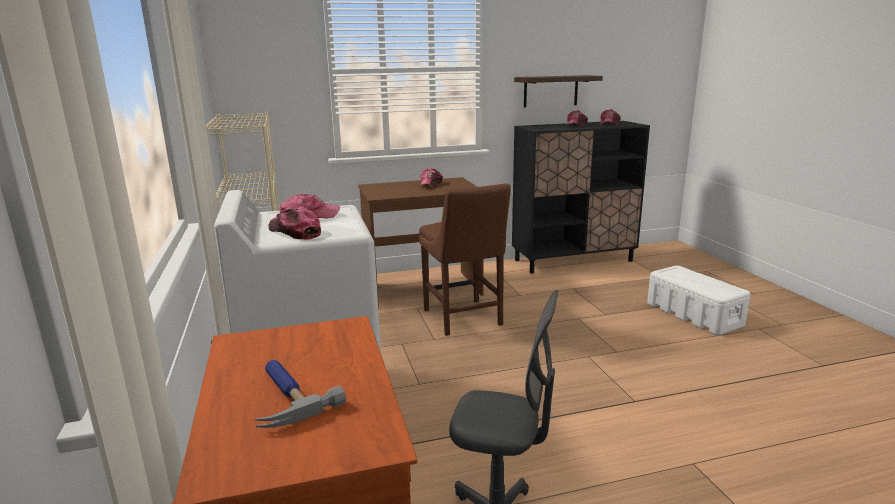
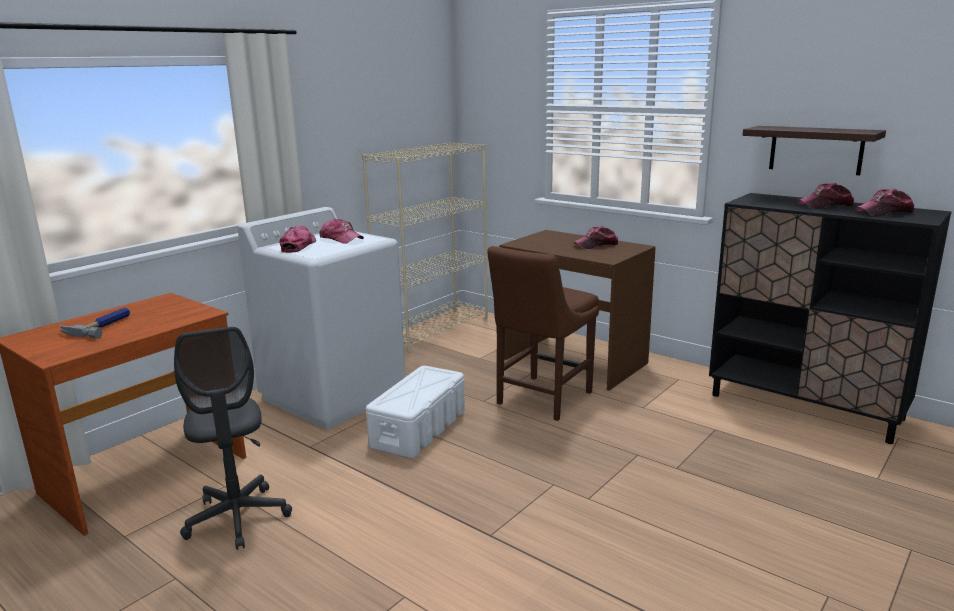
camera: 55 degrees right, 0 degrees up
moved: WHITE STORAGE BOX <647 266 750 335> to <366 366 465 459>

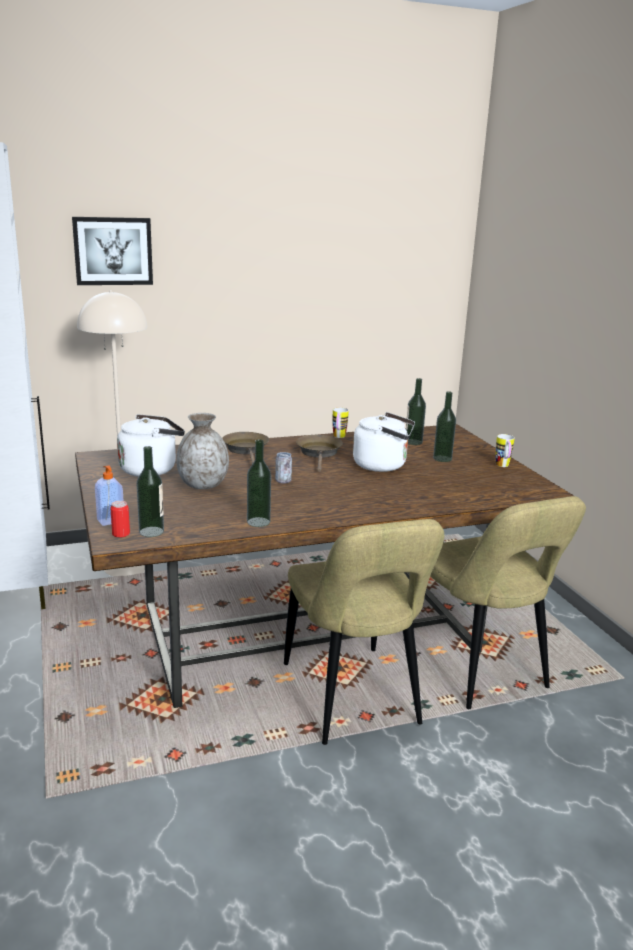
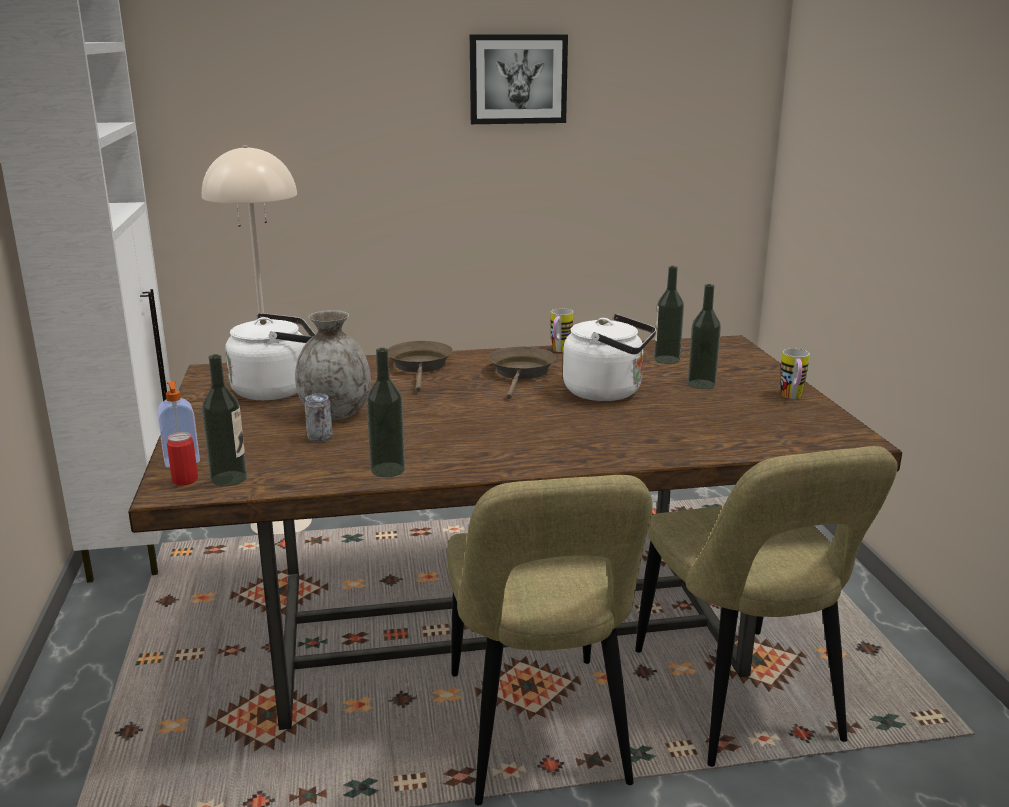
camera: 10 degrees right, 0 degrees up
moved: PICTURE <72 217 153 285> to <470 34 568 124>; CAN <275 452 292 483> to <305 394 333 442>

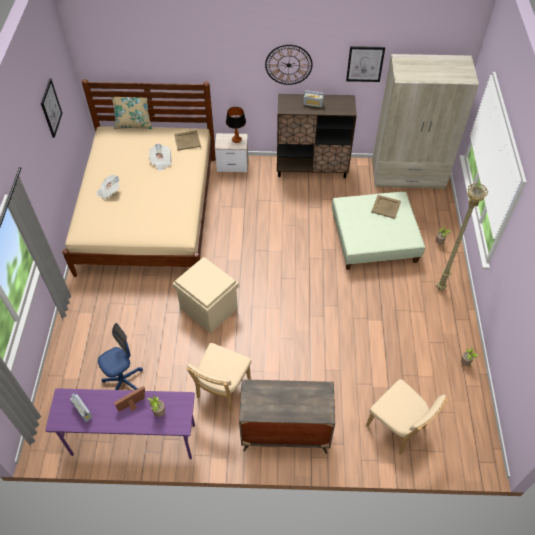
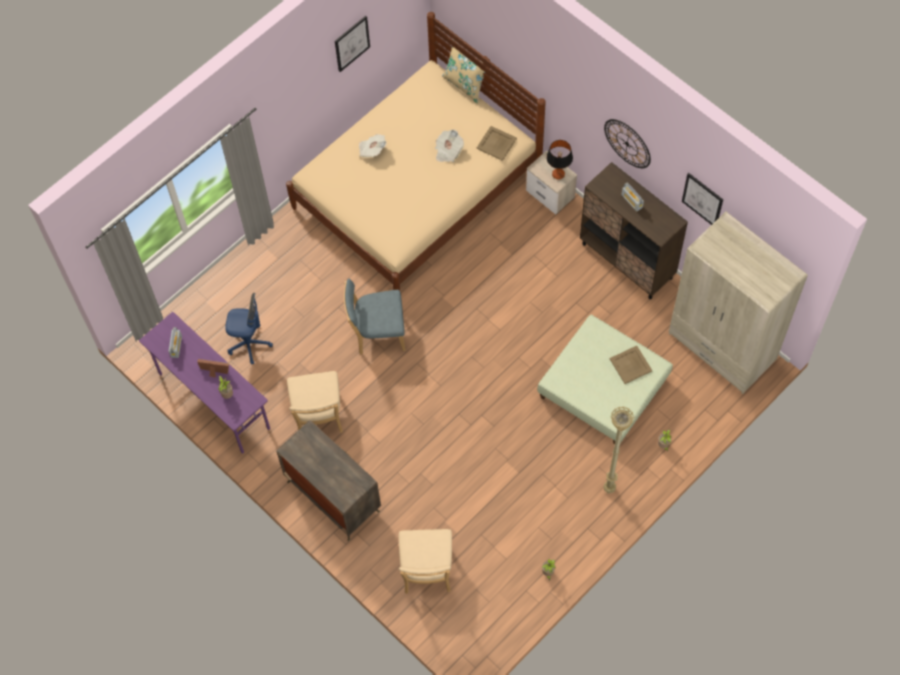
camera: 45 degrees right, 10 degrees up
replaced: BEIGE STORAGE BOX <173 257 239 333> to BLUE CHAIR <344 278 406 355>
turned: BEIGE CHAIR <186 343 251 412> = <287 371 343 433> 75 degrees counterclockwise

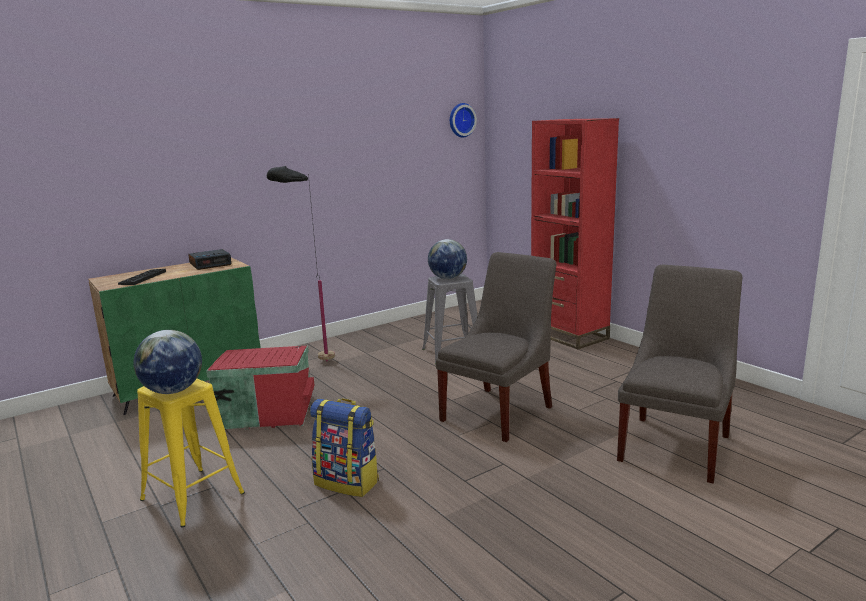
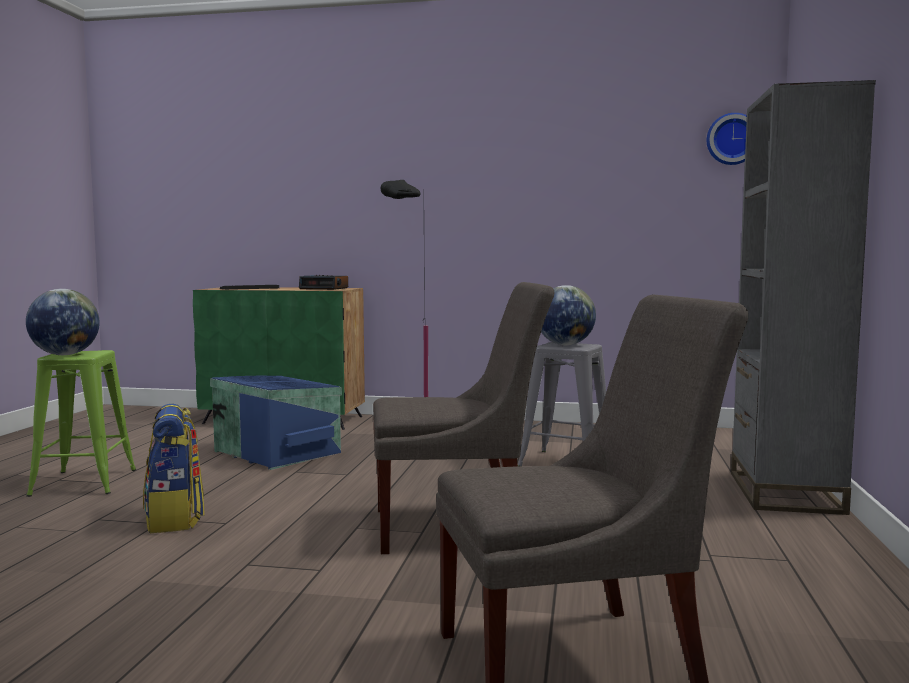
camera: 45 degrees right, 10 degrees down
recoloured: RED BOOKCASE <531 118 619 349> to GREY BOOKCASE <731 80 876 515>; RED STORAGE BOX <206 346 314 429> to BLUE STORAGE BOX <210 376 342 470>; YELLOW STOOL <137 379 245 527> to GREEN STOOL <26 350 136 497>

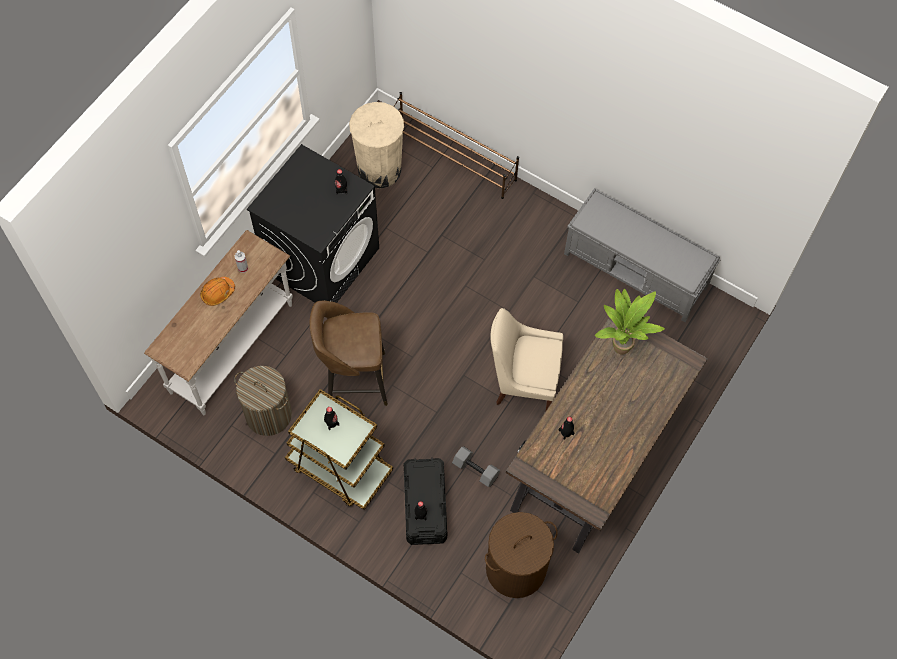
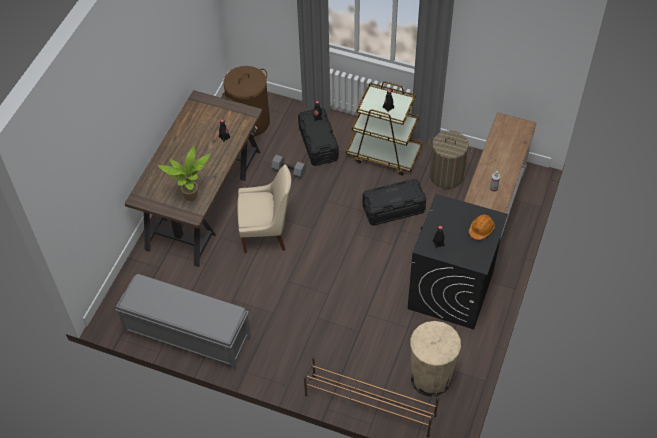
camera: 170 degrees right, 10 degrees down
moved: ORANGE HARD HAT <200 277 235 306> to <469 215 495 240>
replaced: BROWN STOOL <310 301 388 406> to BLACK STORAGE BOX <362 179 426 226>

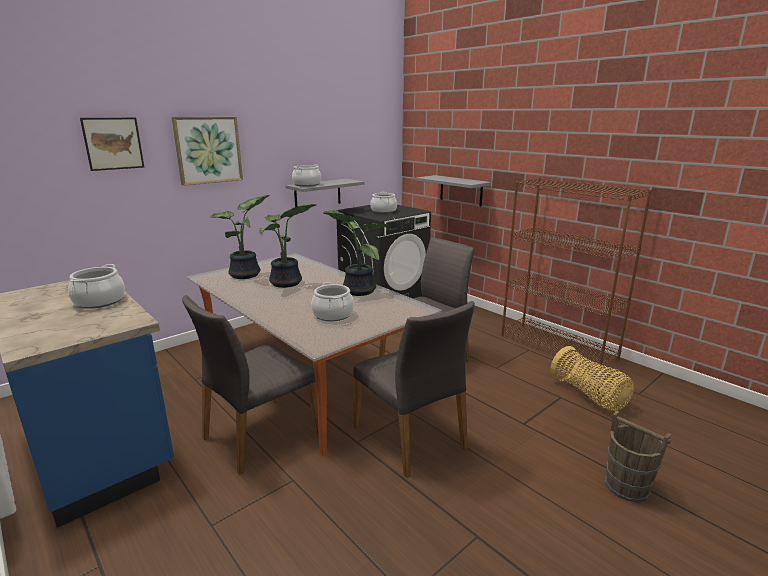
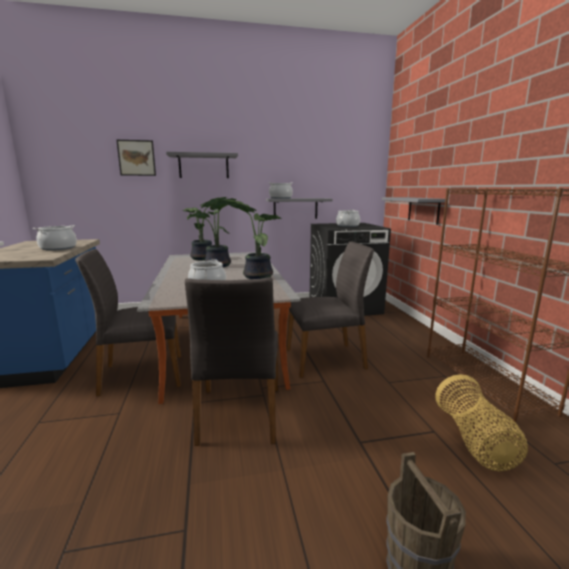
camera: 30 degrees right, 5 degrees down
replaced: PICTURE <172 117 243 186> to GREY SHELF <166 152 238 178>

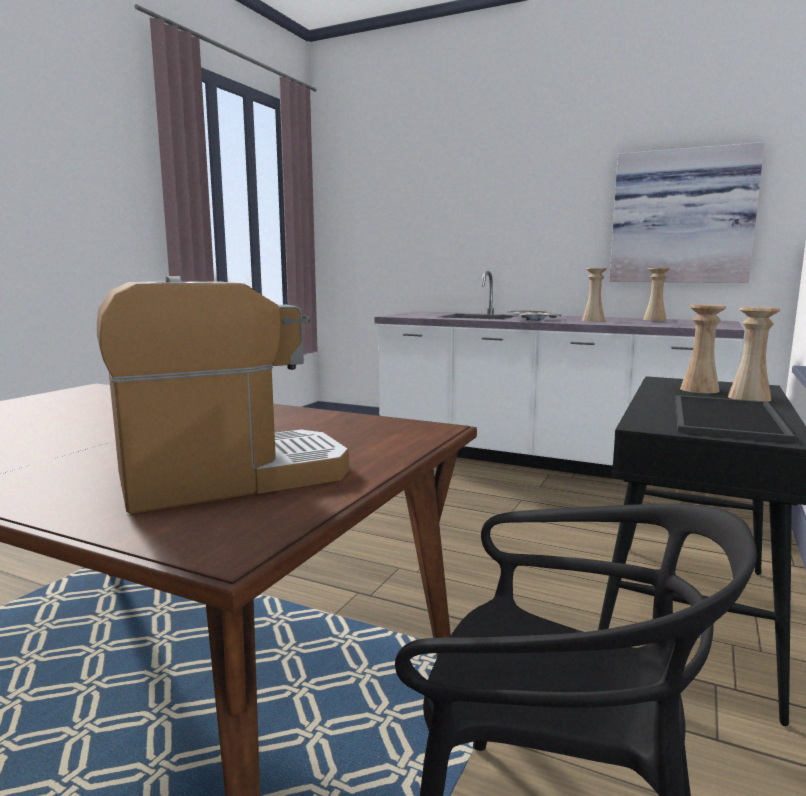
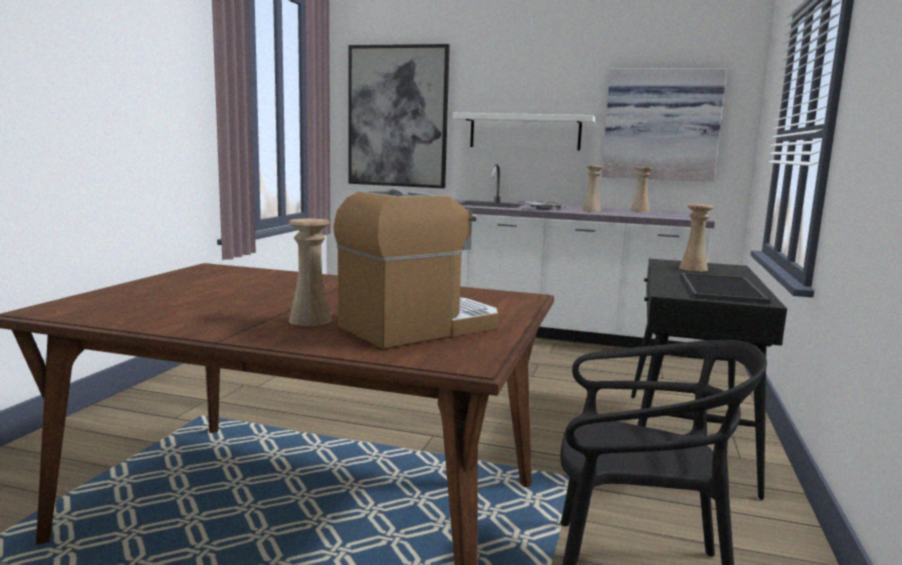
camera: 10 degrees left, 0 degrees up
added: PICTURE <349 44 450 188>; WHITE SHELF <453 113 595 150>
moved: BEIGE VASE <728 307 780 402> to <289 219 332 326>

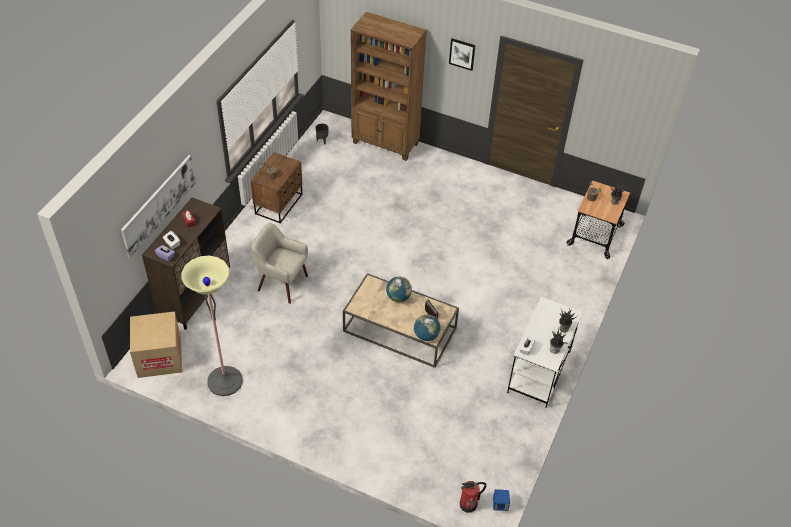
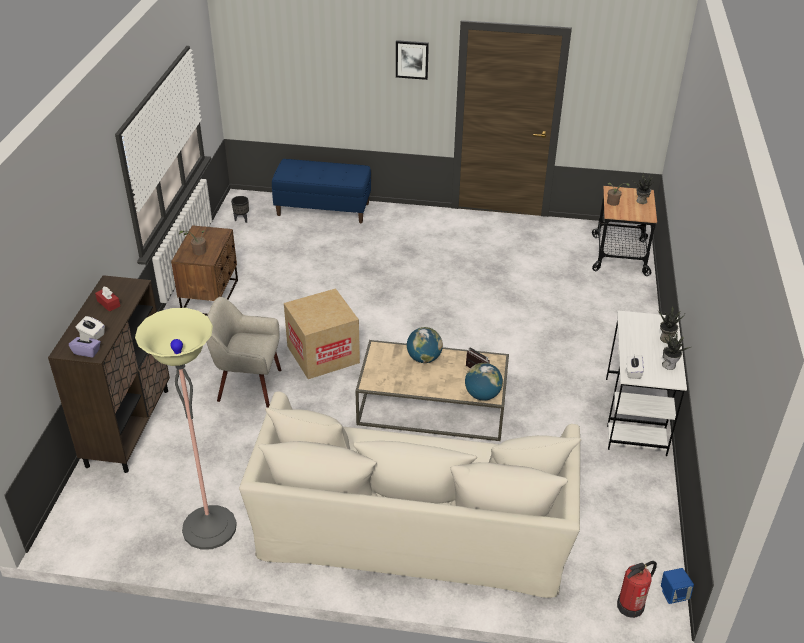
camera: 15 degrees left, 10 degrees down
removed: PICTURE <121 155 196 258>
added: BEIGE SOFA <239 392 581 598>
moved: CARDBOARD BOX <130 311 182 378> to <284 288 360 379>
replaced: BROWN BOOKCASE <351 12 427 161> to BLUE BENCH <272 159 371 223>

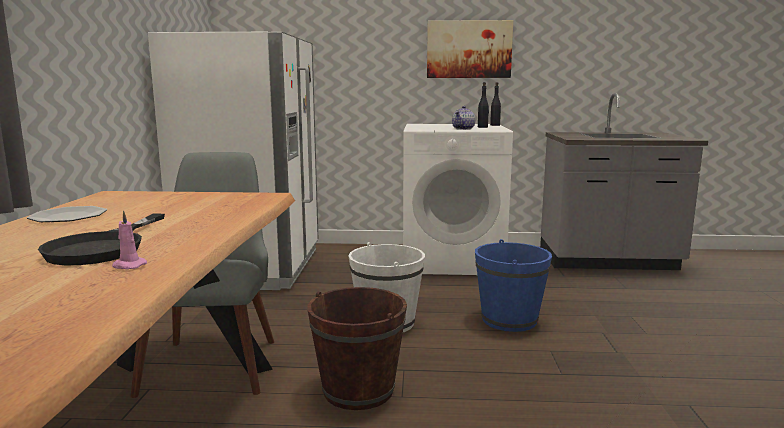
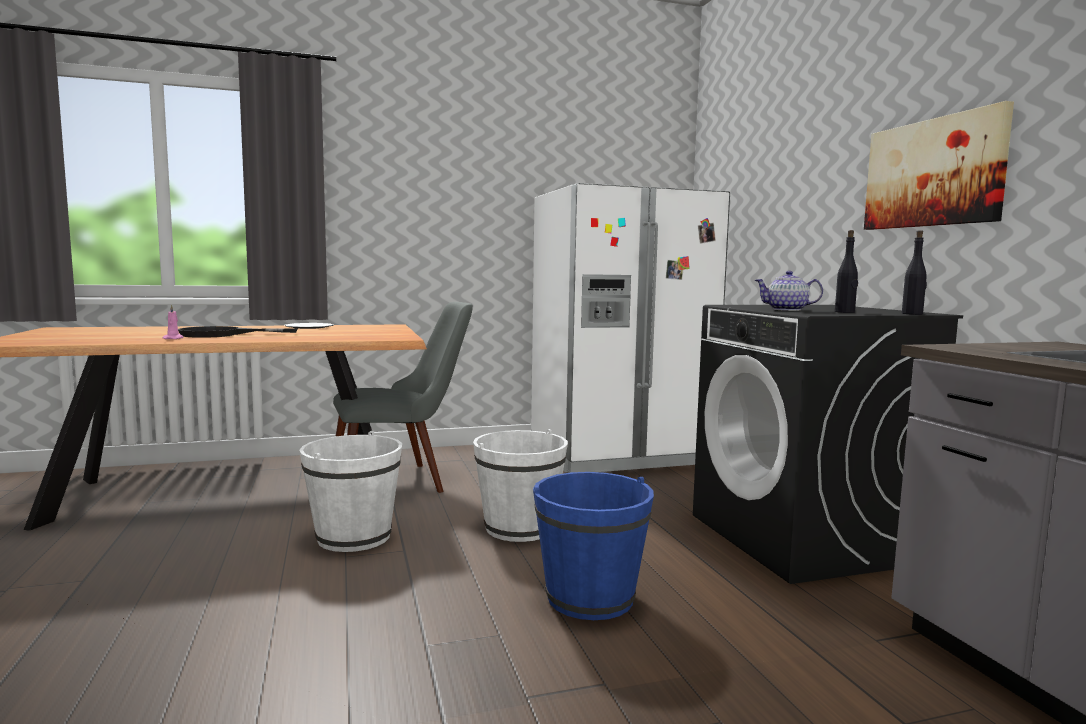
camera: 70 degrees right, 5 degrees down
recoloured: WHITE WASHING MACHINE <403 124 513 275> to BLACK WASHING MACHINE <693 305 963 584>; BROWN BUCKET <308 287 407 410> to WHITE BUCKET <299 431 402 552>

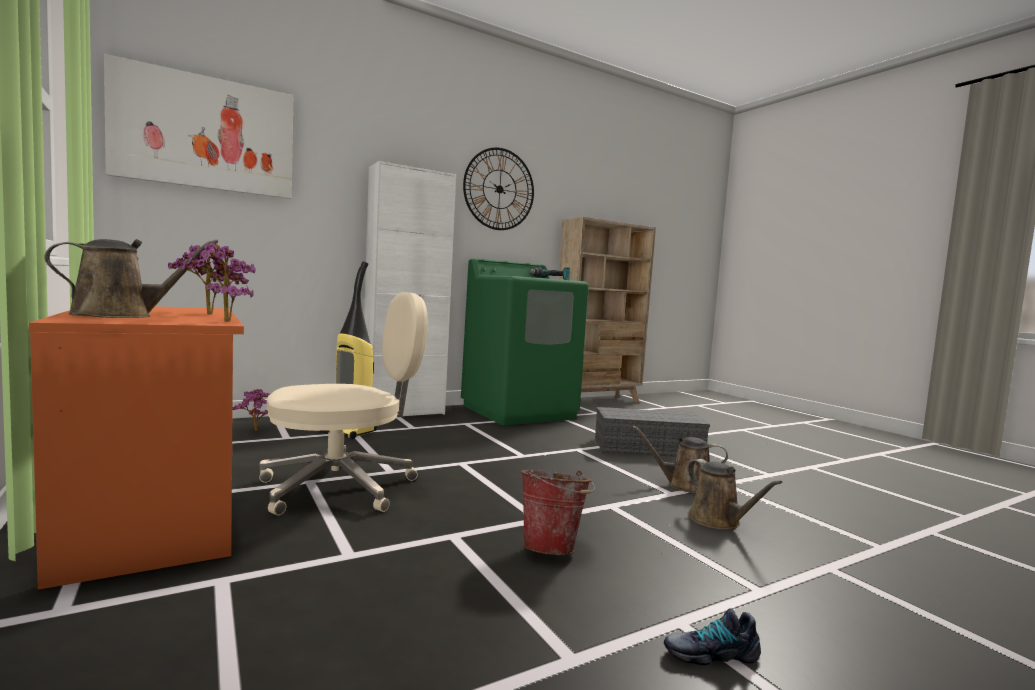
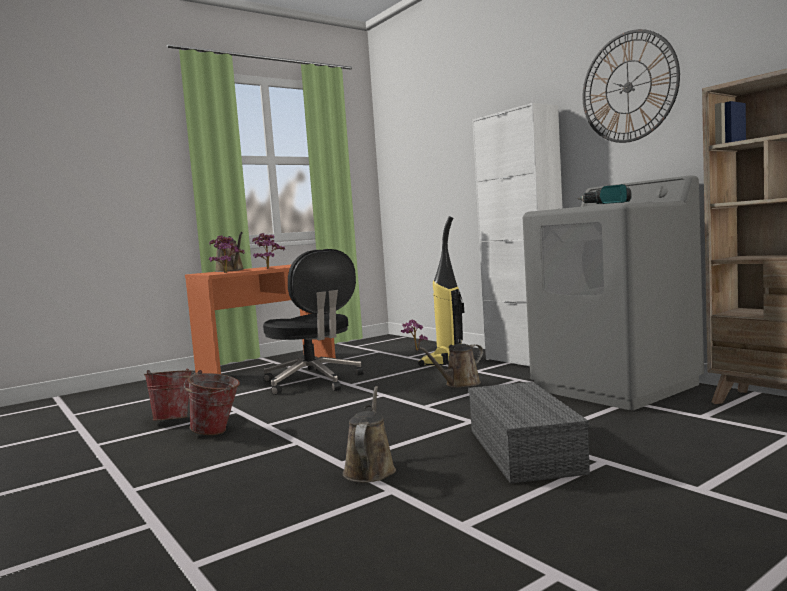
camera: 85 degrees right, 0 degrees up
removed: PICTURE <104 54 293 199>; SHOE <664 608 761 665>
added: BUCKET <144 369 195 421>
moved: BROWN WATERING CAN <687 459 783 530> to <418 344 483 388>
recoloured: GREEN WASHING MACHINE <461 258 589 425> to GREY WASHING MACHINE <523 176 704 410>; BEIGE OFFICE CHAIR <259 292 428 515> to BLACK OFFICE CHAIR <263 249 363 395>

